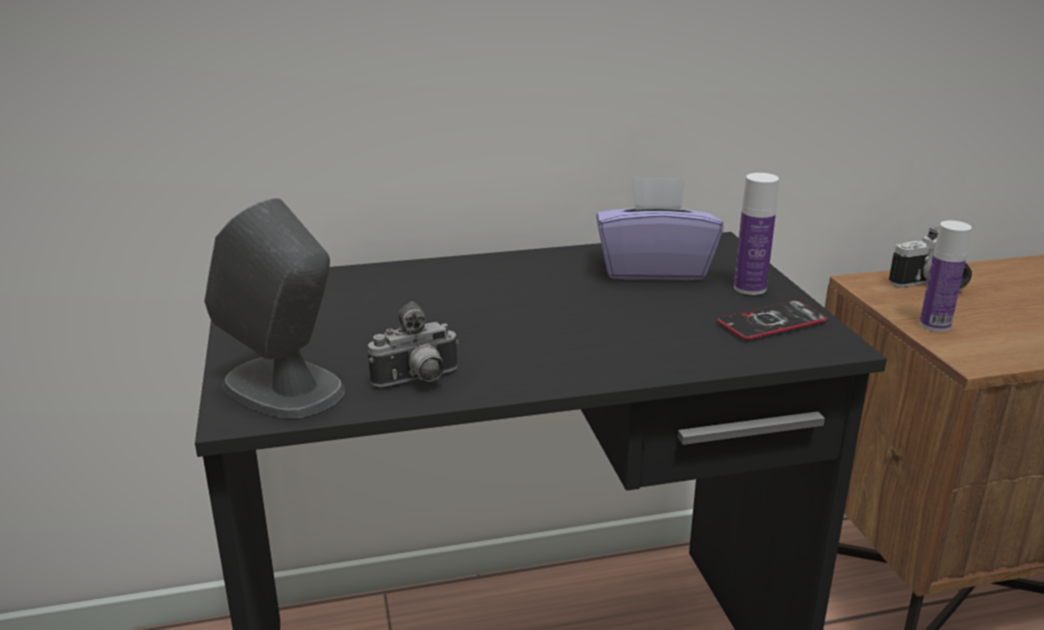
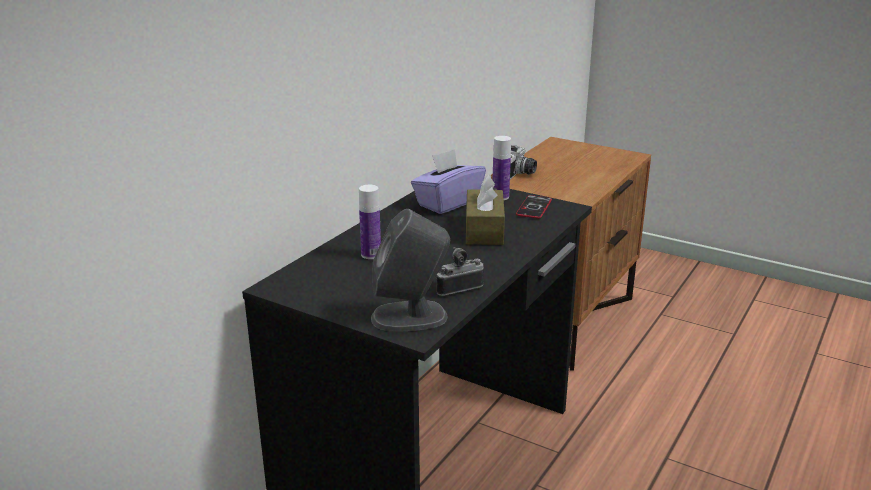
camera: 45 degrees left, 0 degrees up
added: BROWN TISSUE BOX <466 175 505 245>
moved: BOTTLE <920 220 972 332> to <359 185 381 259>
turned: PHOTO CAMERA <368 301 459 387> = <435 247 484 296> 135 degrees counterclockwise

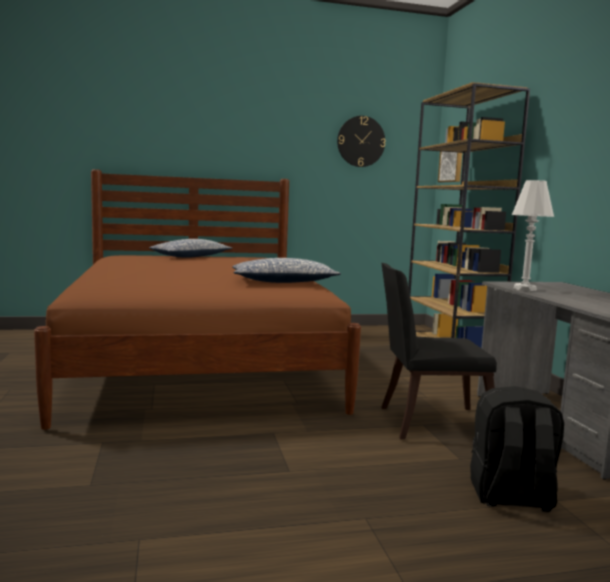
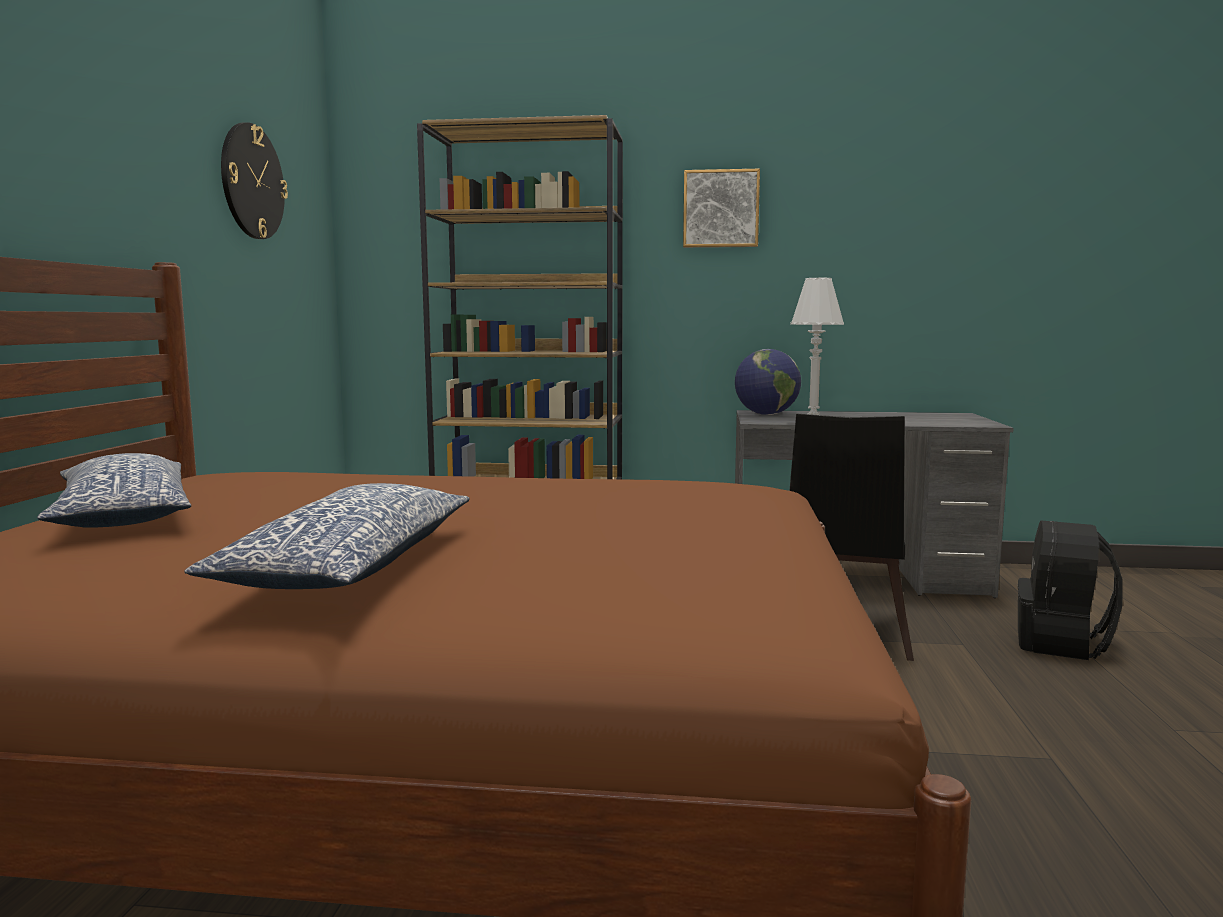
camera: 70 degrees left, 0 degrees up
added: GLOBE <735 349 801 415>
moved: PICTURE <438 143 462 182> to <683 169 760 248>; PILLOW <232 258 341 283> to <185 483 470 589>

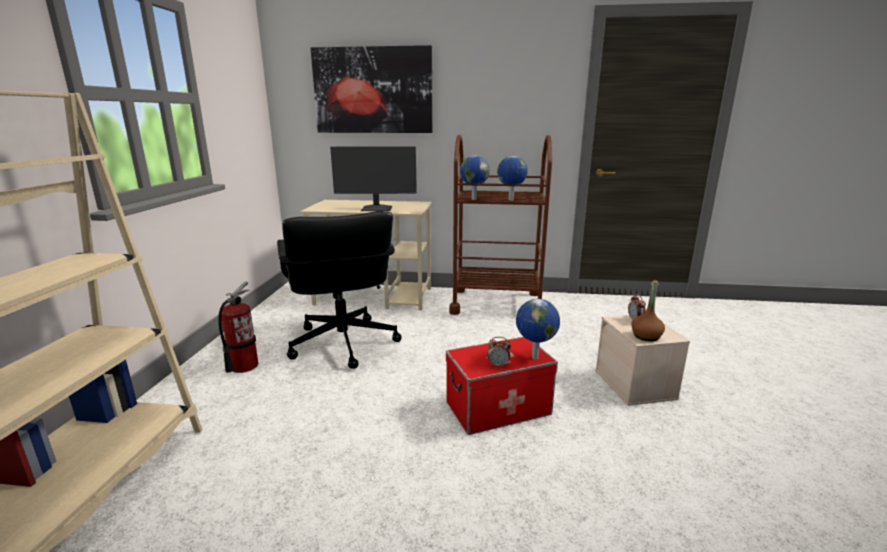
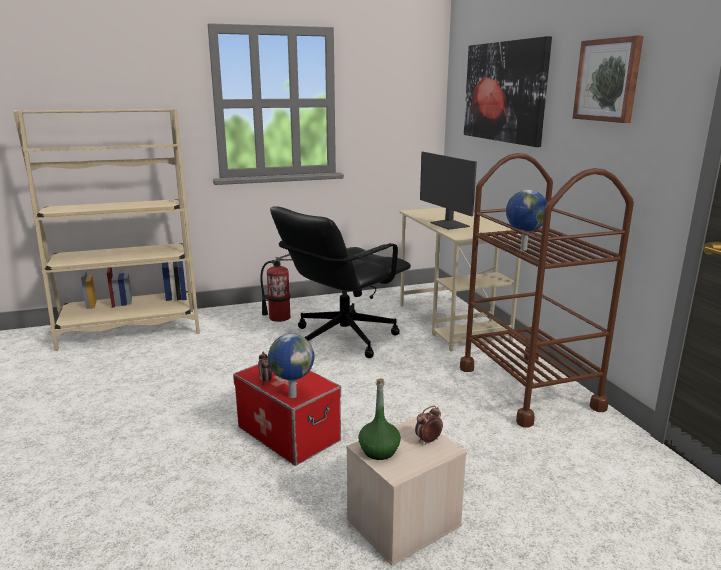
camera: 65 degrees right, 0 degrees up
removed: GLOBE <460 155 490 200>
added: PICTURE <572 36 643 123>
recoloured: BROWN BOTTLE <631 280 665 341> to GREEN BOTTLE <358 378 401 460>

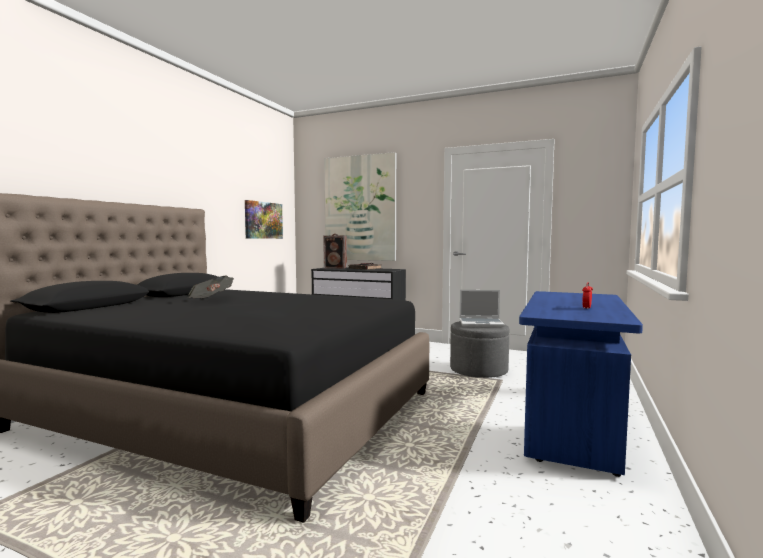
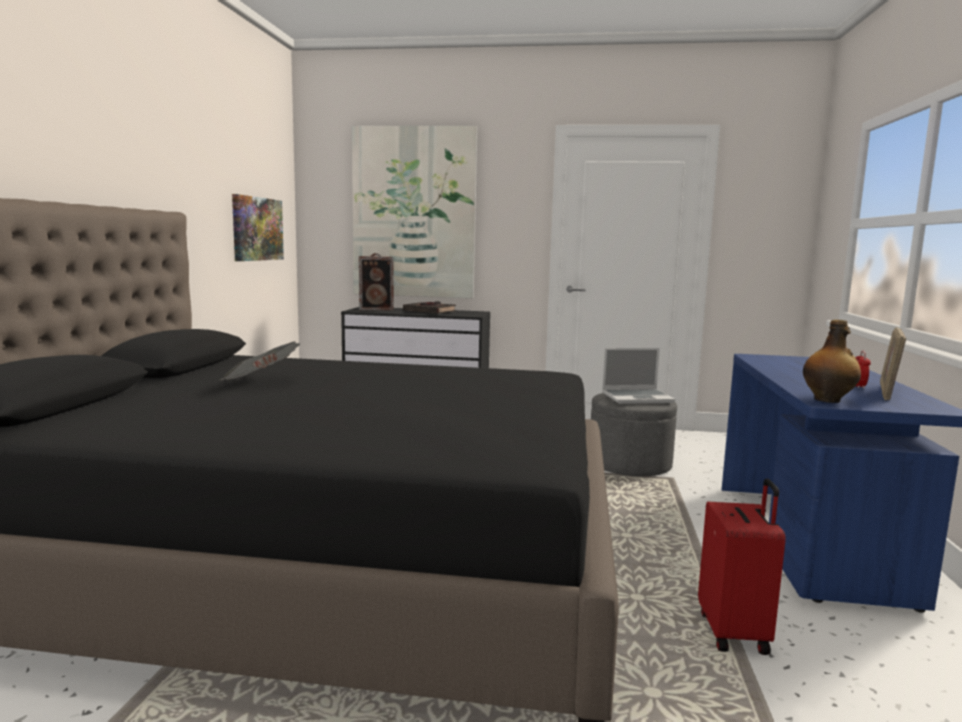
camera: 15 degrees left, 5 degrees up
added: BOTTLE <803 320 861 403>; PICTURE FRAME <880 327 906 400>; RED SUITCASE <698 479 786 655>

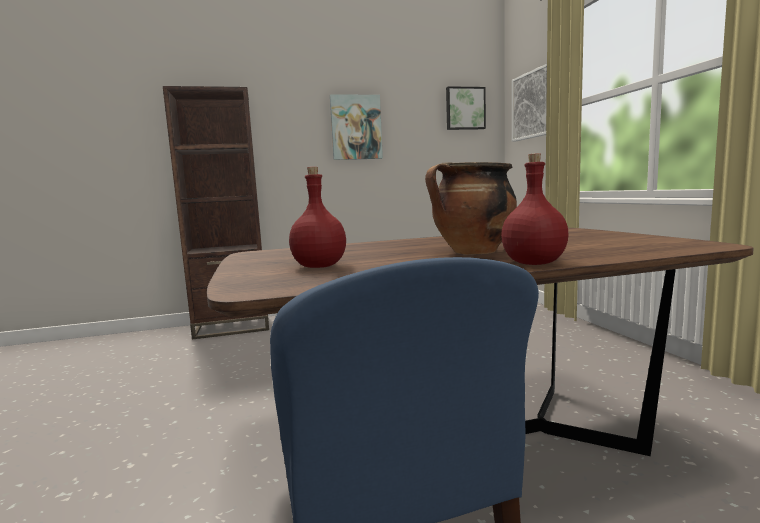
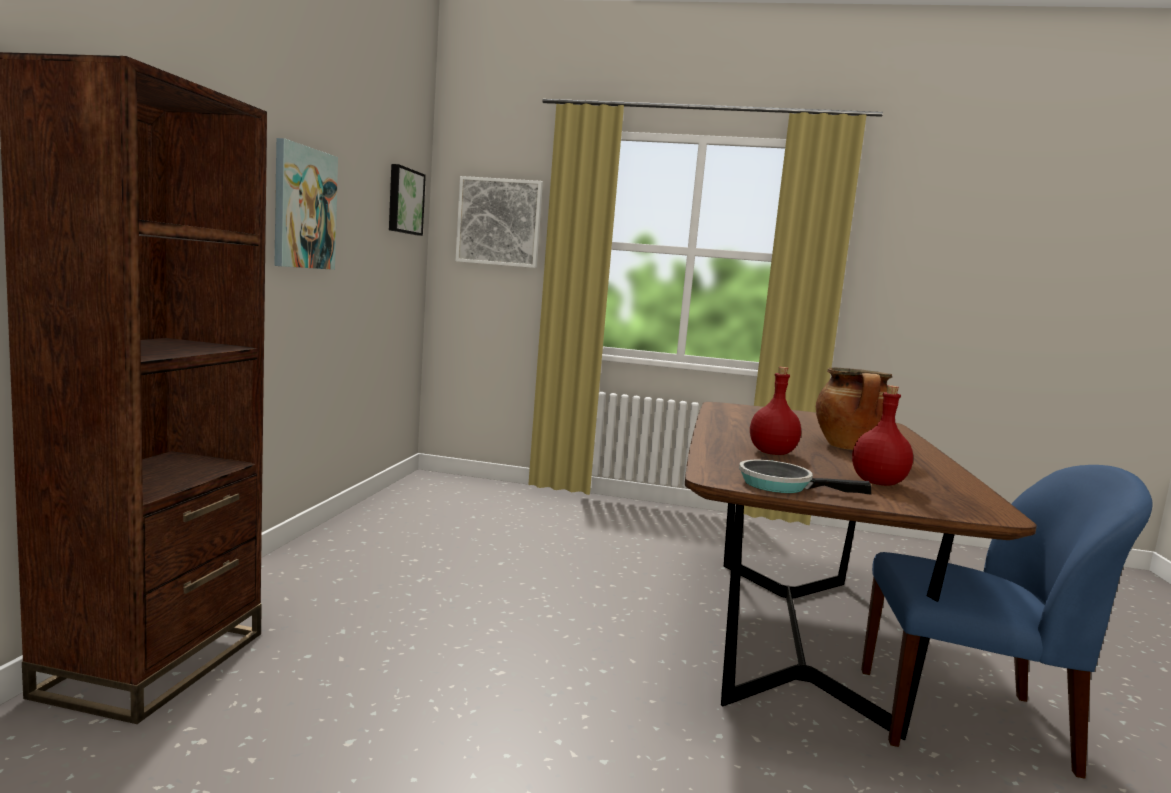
camera: 65 degrees left, 0 degrees up
added: FRYING PAN <739 460 871 495>
moved: RED BOTTLE <501 153 569 265> to <750 367 801 455>

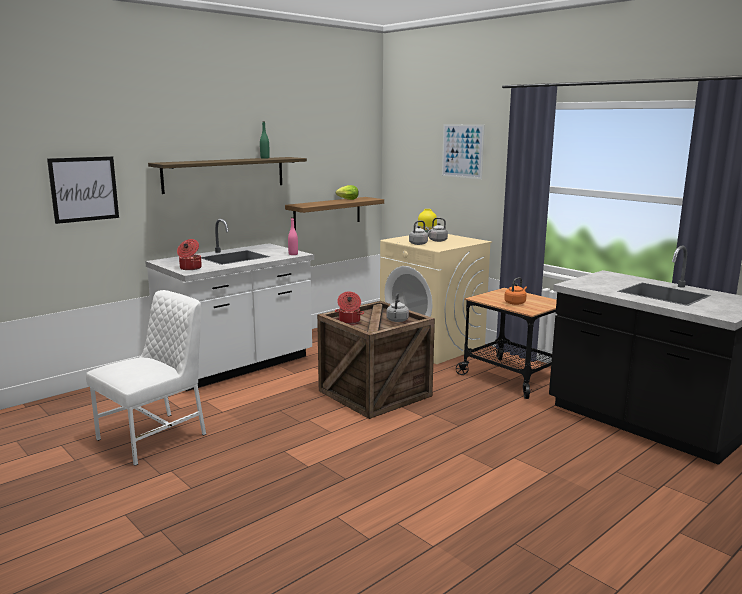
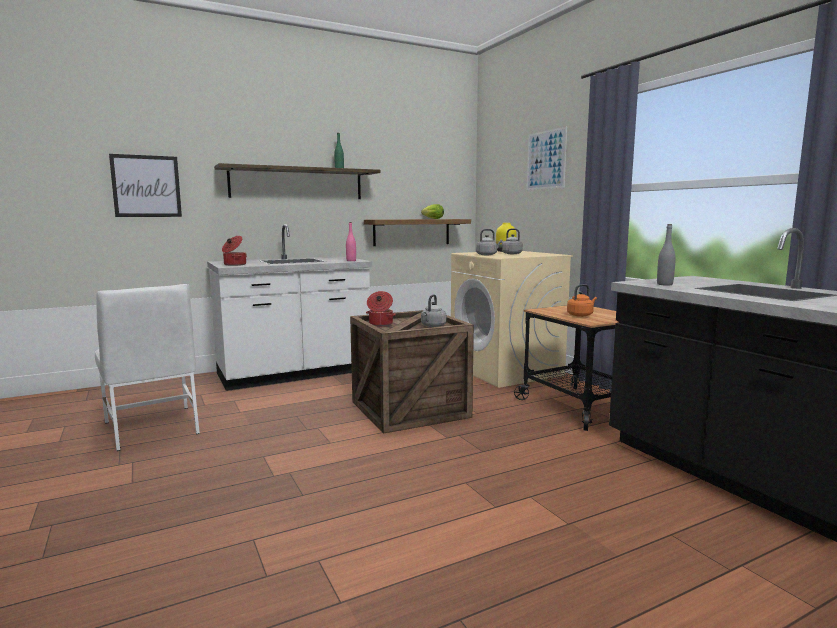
camera: 15 degrees right, 5 degrees down
added: GREY BOTTLE <657 224 676 286>
turned: WHITE CHAIR <86 290 206 466> = <95 284 200 451> 90 degrees clockwise

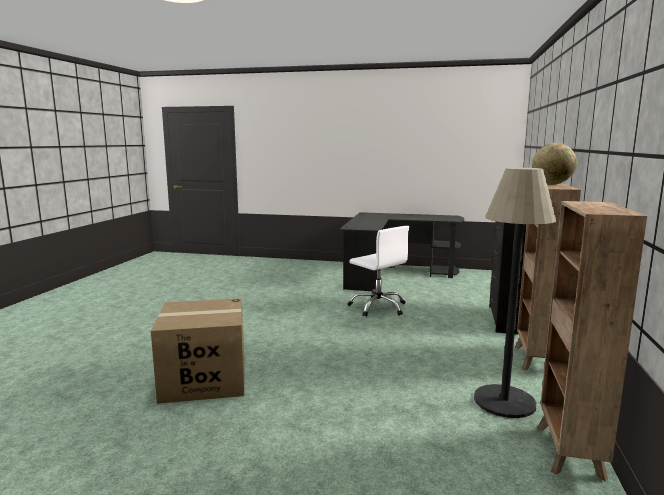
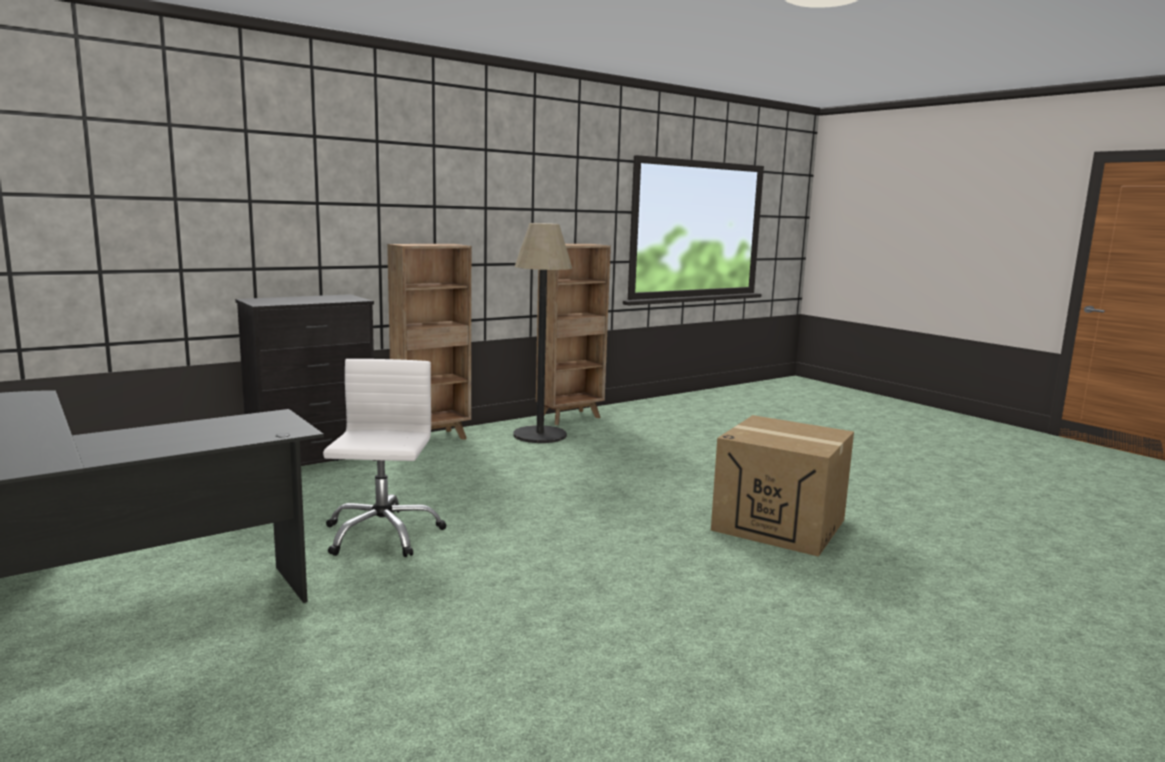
camera: 140 degrees left, 0 degrees up
removed: GLOBE <532 143 577 184>

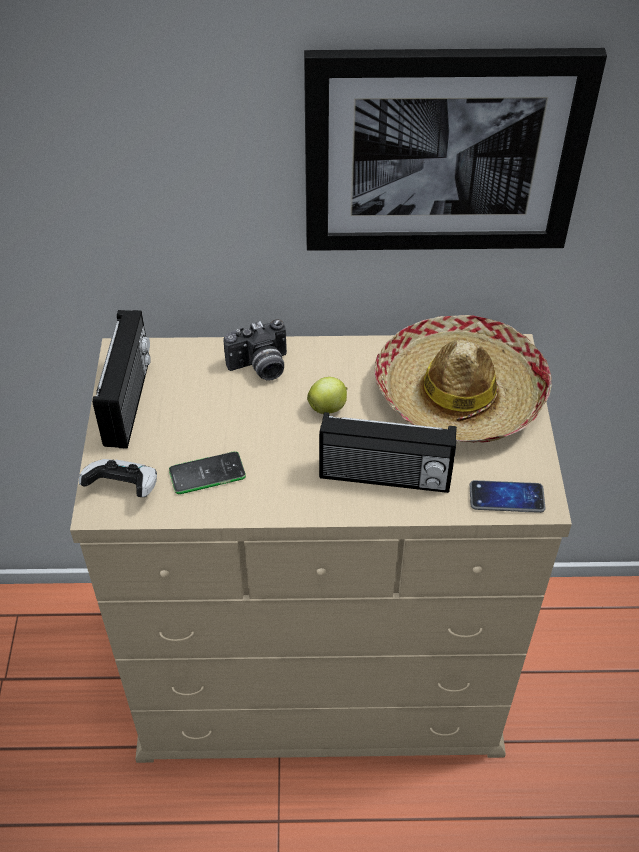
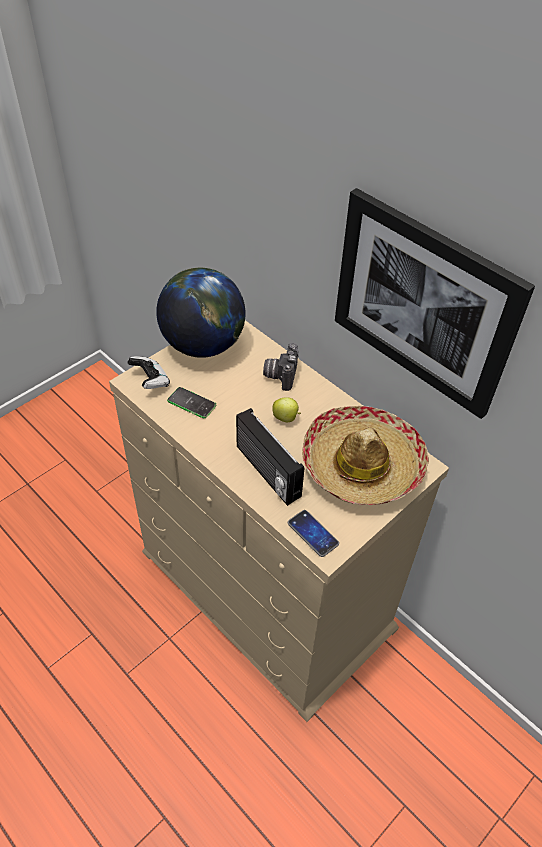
camera: 45 degrees right, 0 degrees up
replaced: RADIO <92 310 151 449> to GLOBE <156 268 245 358>
turned: PHOTO CAMERA <223 319 287 381> = <263 343 299 391> 75 degrees clockwise

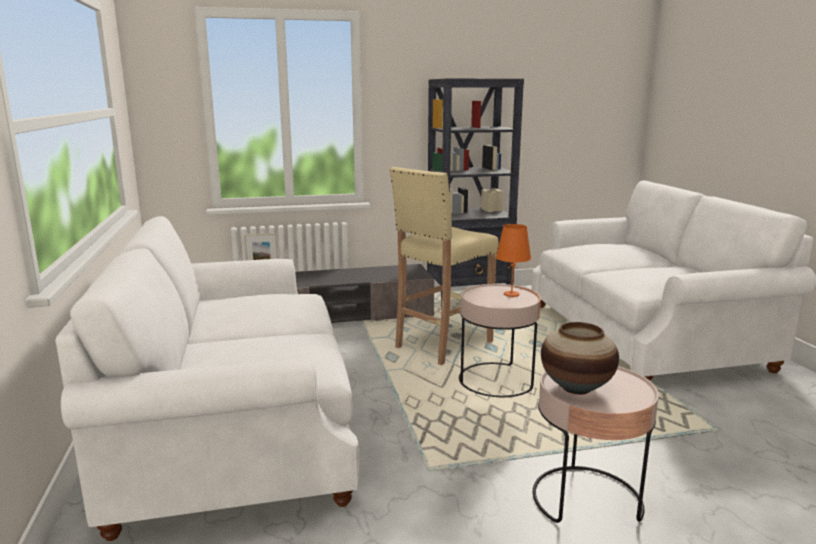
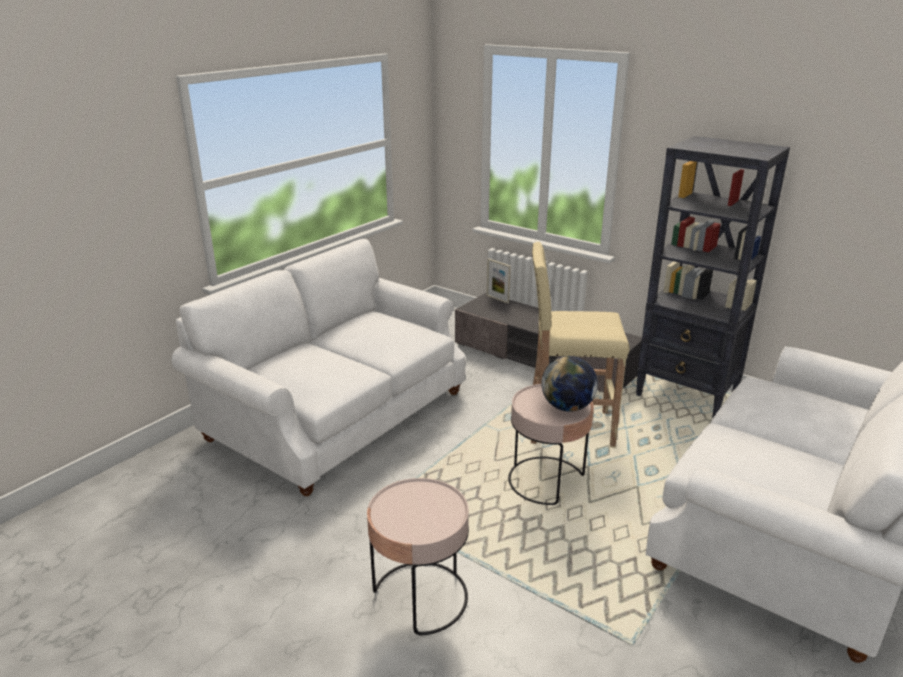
camera: 50 degrees right, 10 degrees up
removed: VASE <541 322 619 395>
replaced: ORANGE TABLE LAMP <496 224 531 297> to GLOBE <541 356 598 412>

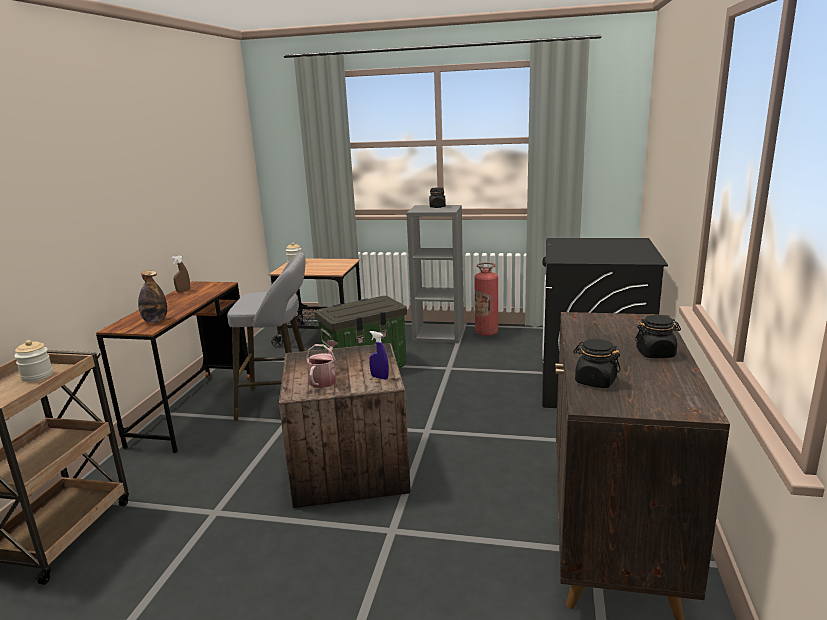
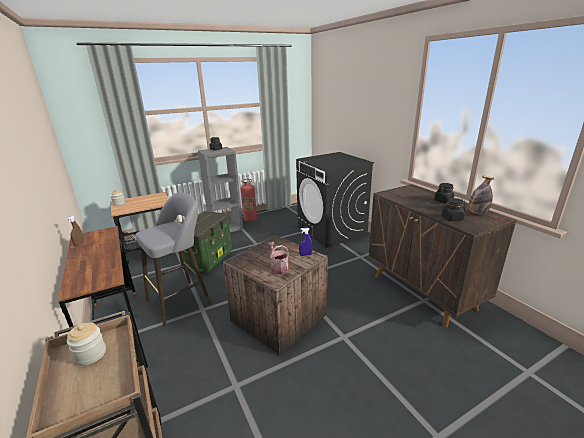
camera: 40 degrees left, 5 degrees up
moved: BOTTLE <138 271 167 323> to <469 176 494 215>

